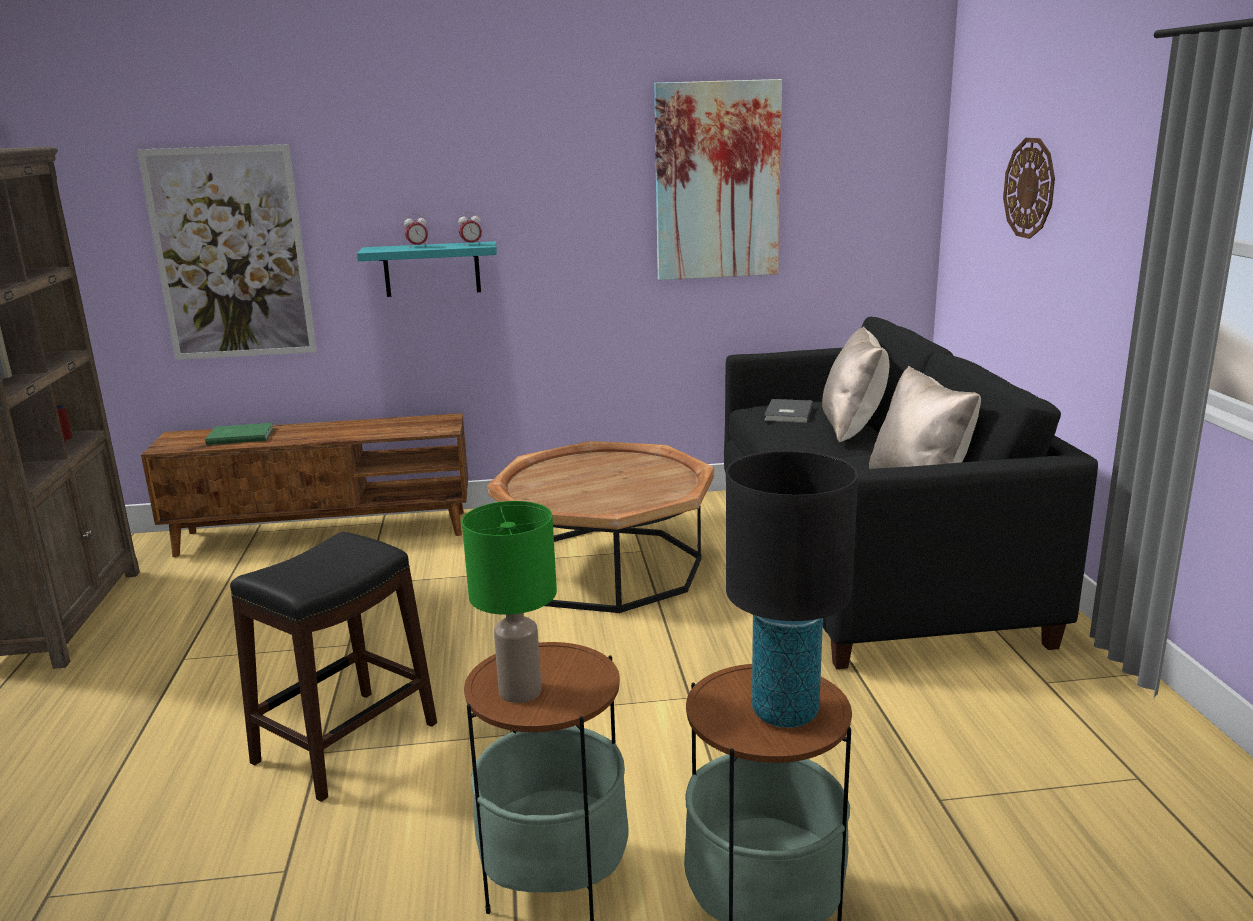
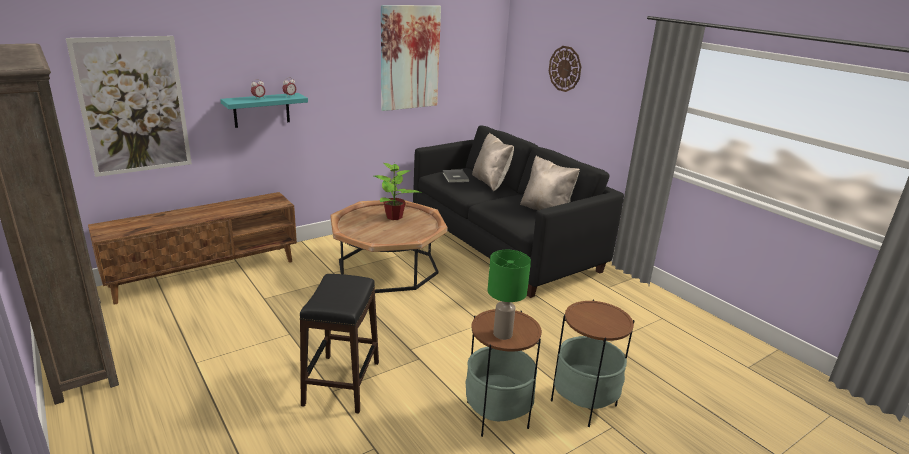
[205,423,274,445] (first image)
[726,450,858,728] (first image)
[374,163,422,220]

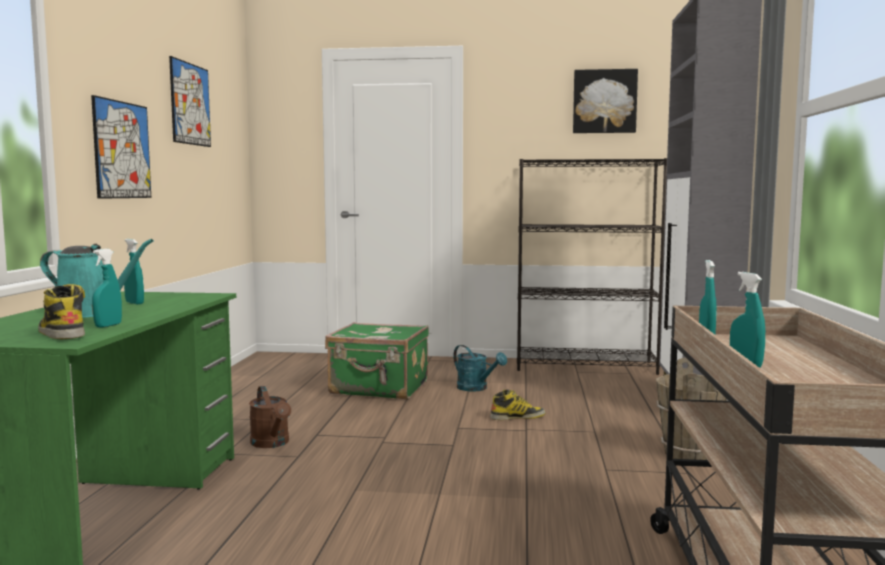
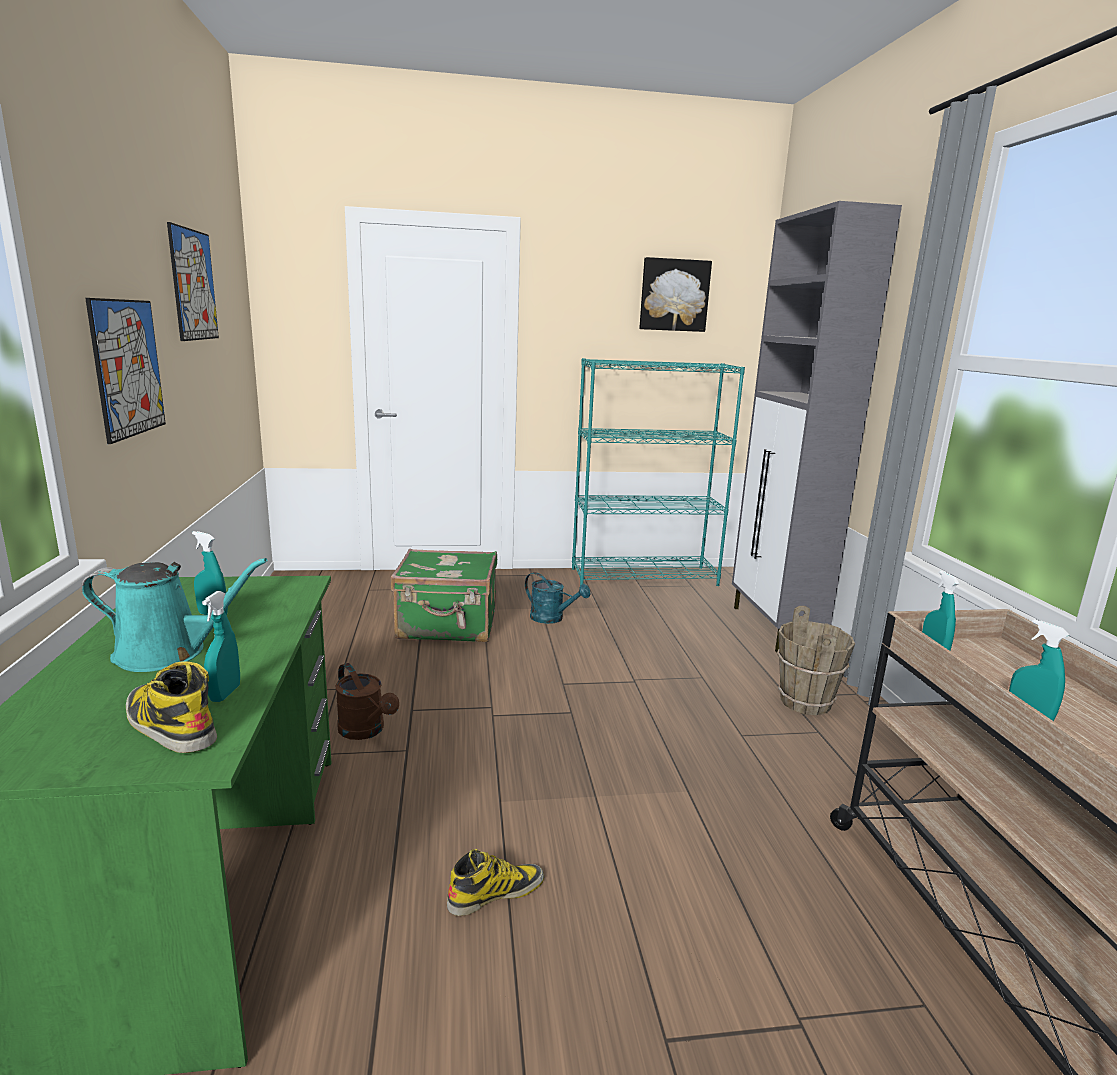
[572,358,745,586]
[447,849,544,916]

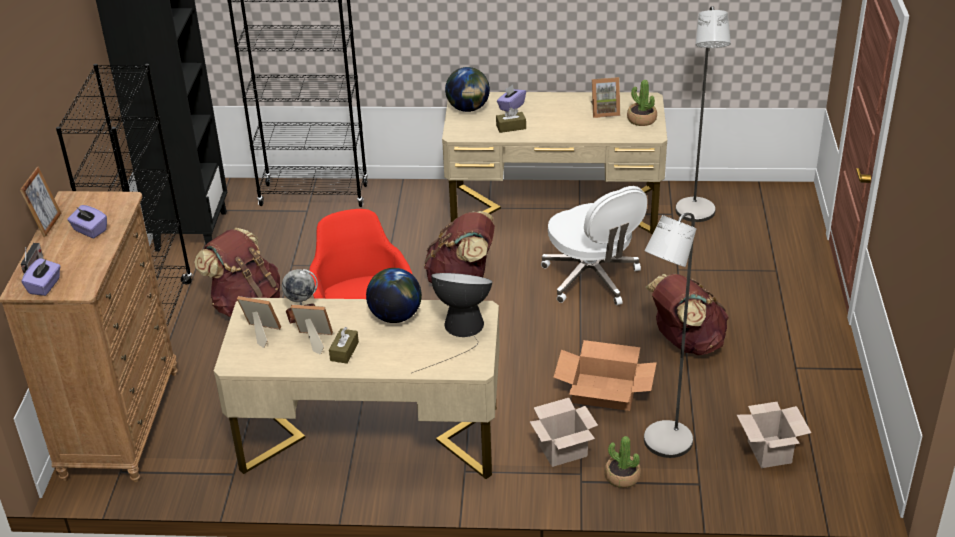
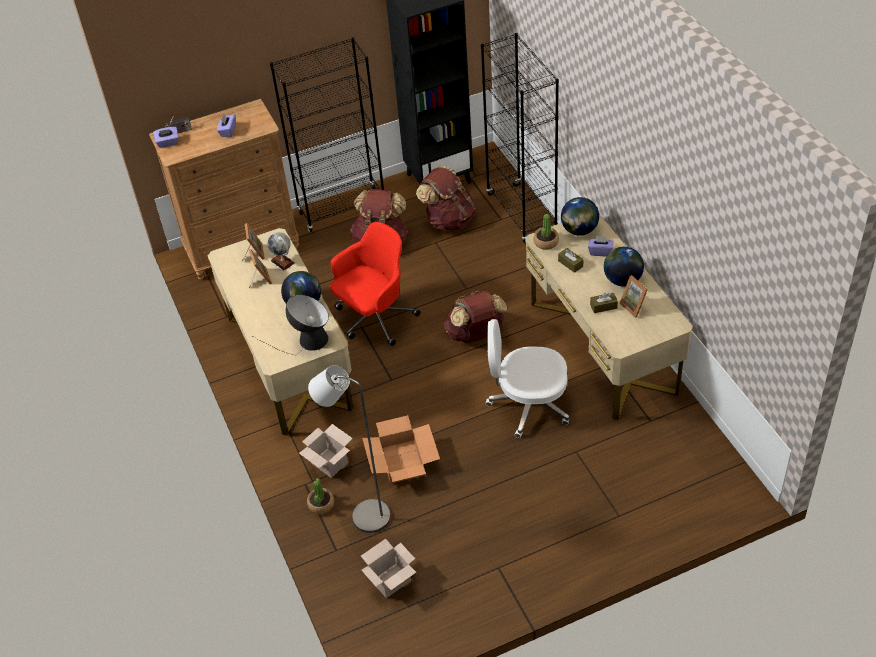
[676,6,731,222] (first image)
[533,214,559,250]
[20,167,61,237] (first image)
[486,319,569,438]
[416,166,476,231]
[590,293,618,313]
[604,247,644,286]

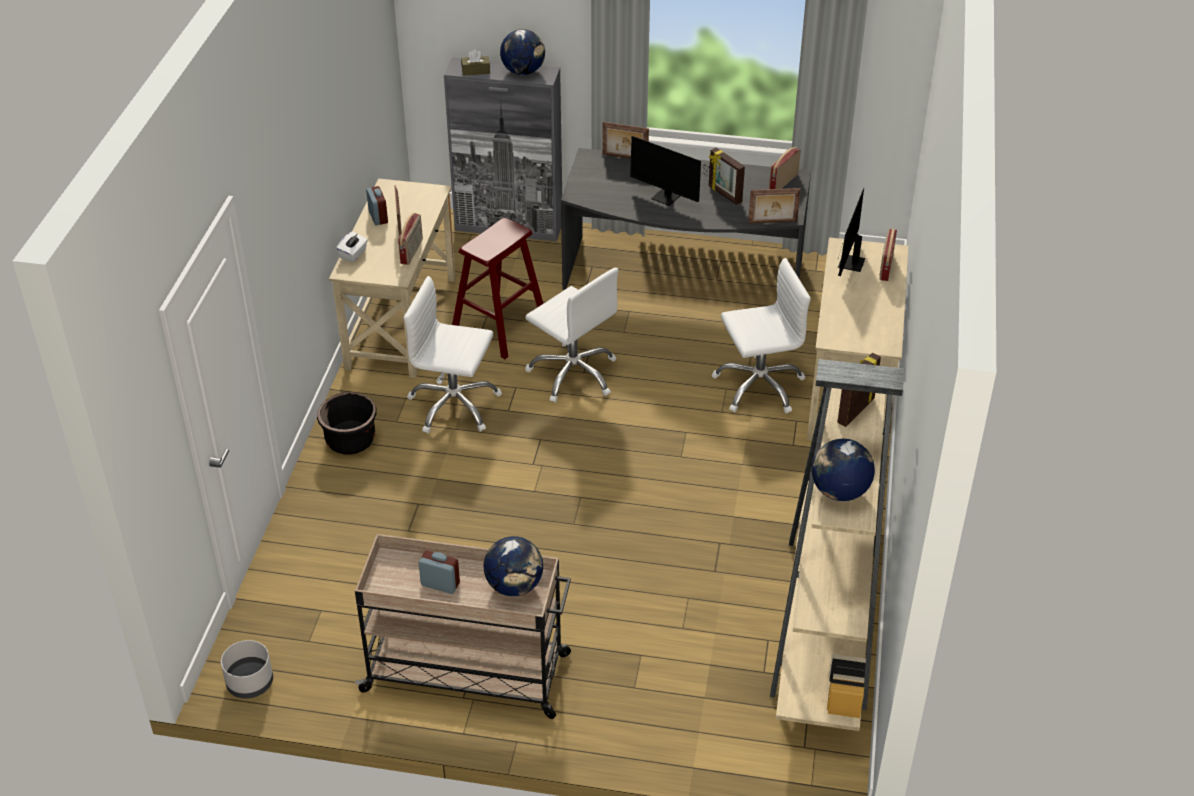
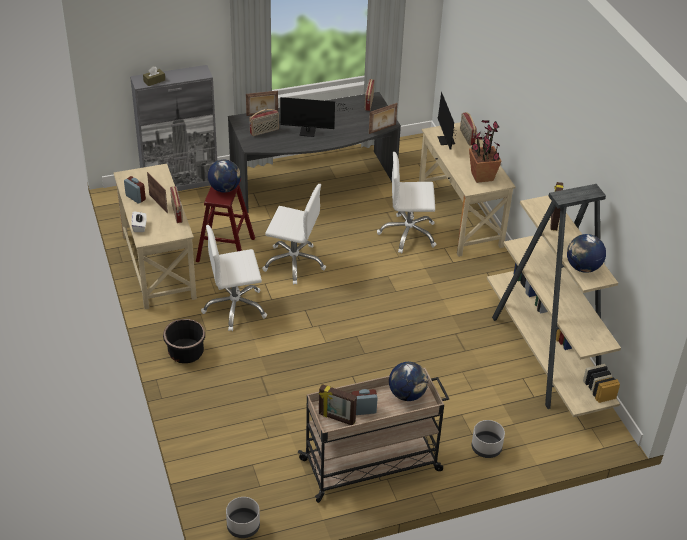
[208,160,241,192]
[319,384,357,425]
[377,152,437,253]
[249,109,279,136]
[469,120,502,183]
[472,420,505,458]

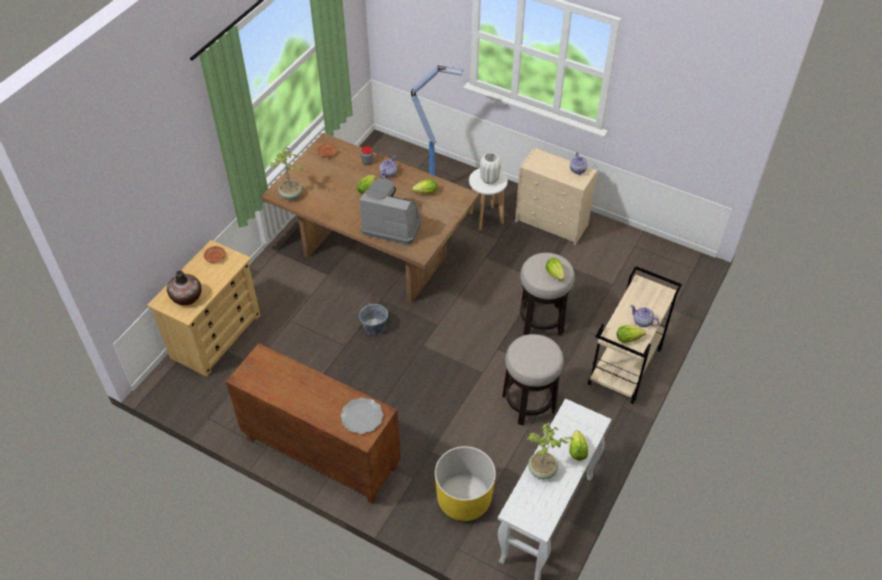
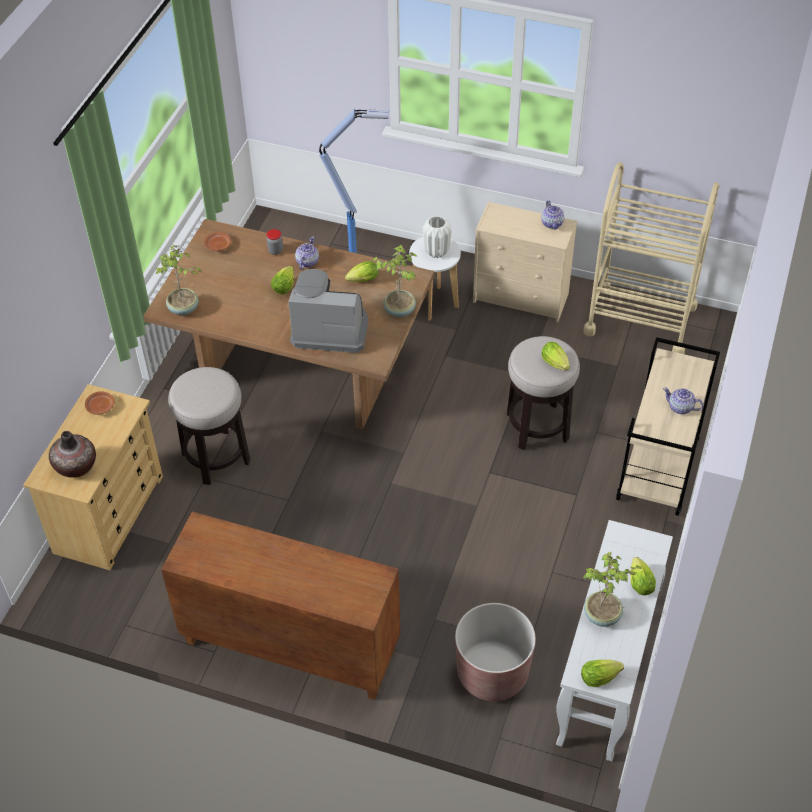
[359,304,388,335] (first image)
[581,660,624,687]
[168,367,250,485]
[340,397,383,434] (first image)
[455,603,536,701]
[583,162,719,354]
[373,245,417,317]

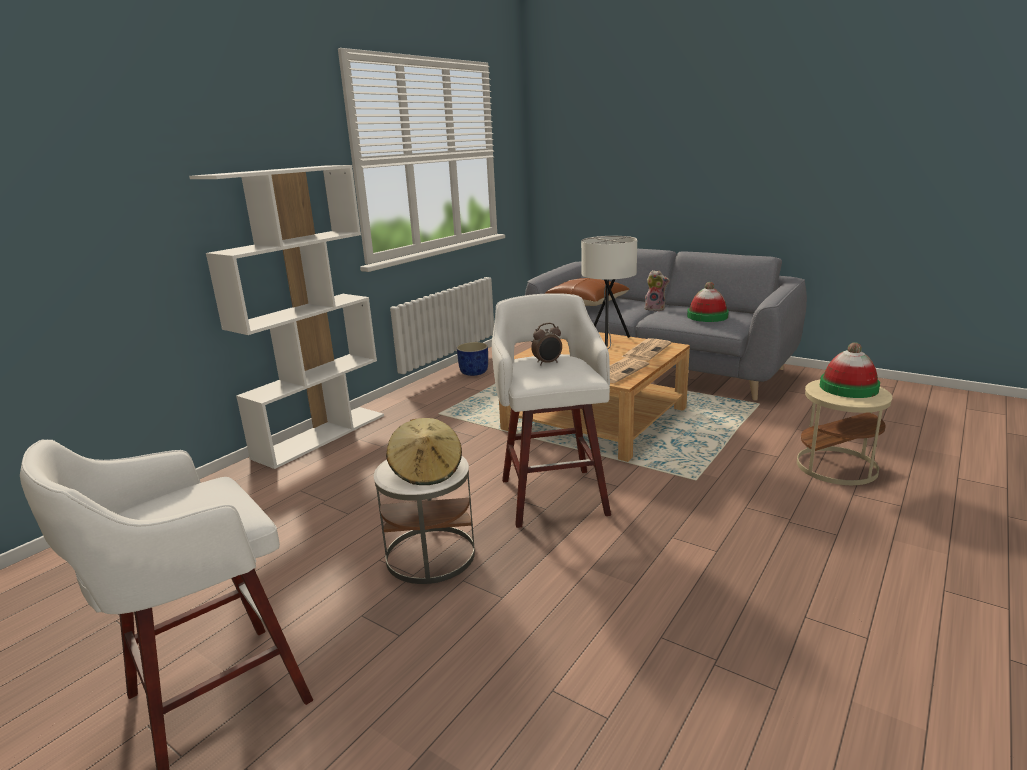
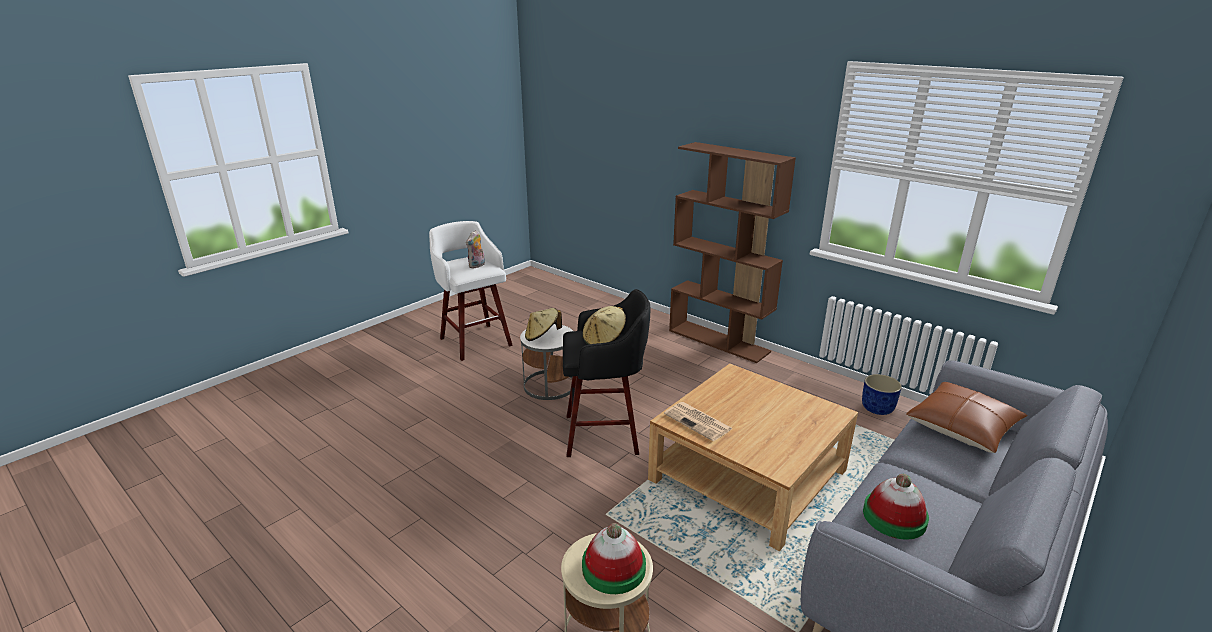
[669,142,796,363]
[581,236,637,349] (first image)
[466,230,485,269]
[563,289,650,457]
[582,306,626,345]
[621,338,671,361] (first image)

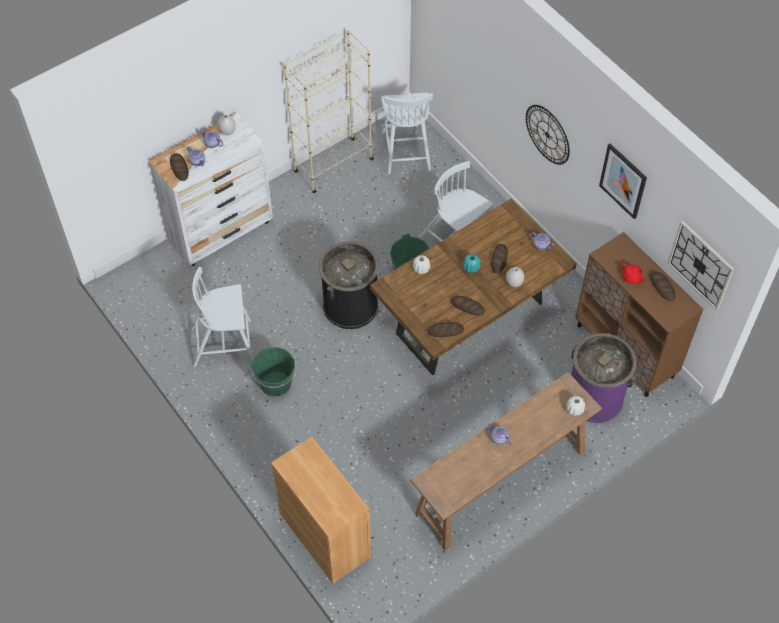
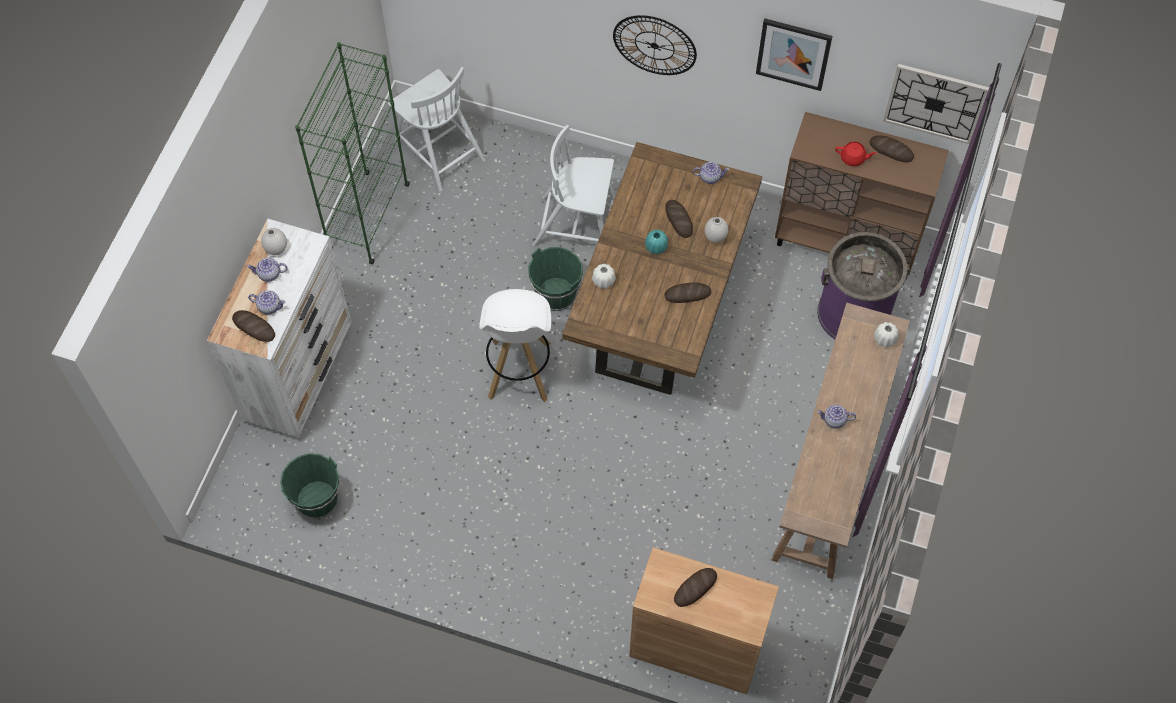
[295,42,410,264]
[479,289,551,402]
[191,267,254,367] (first image)
[674,568,717,607]
[280,453,340,519]

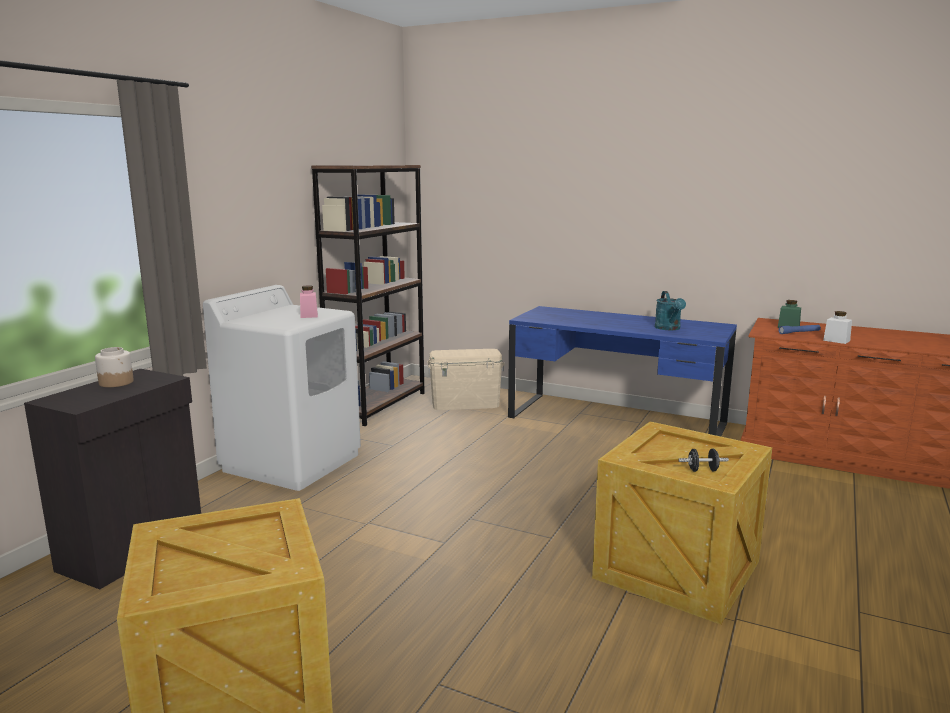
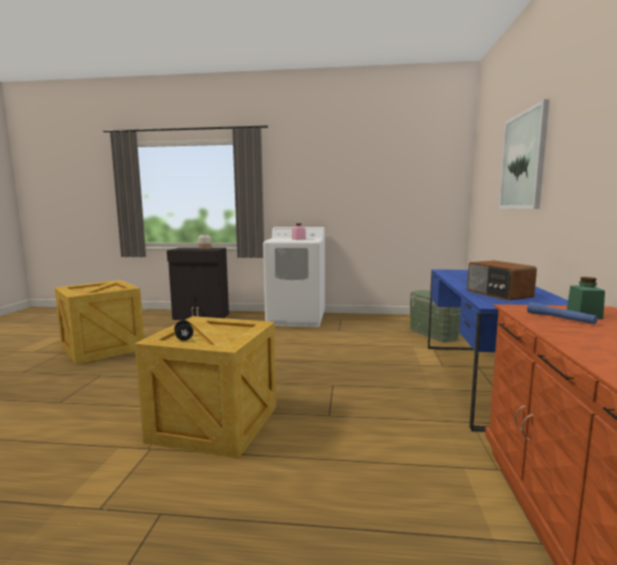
[311,165,425,426] (first image)
[467,261,537,301]
[823,311,852,344] (first image)
[410,290,461,343]
[499,99,550,209]

